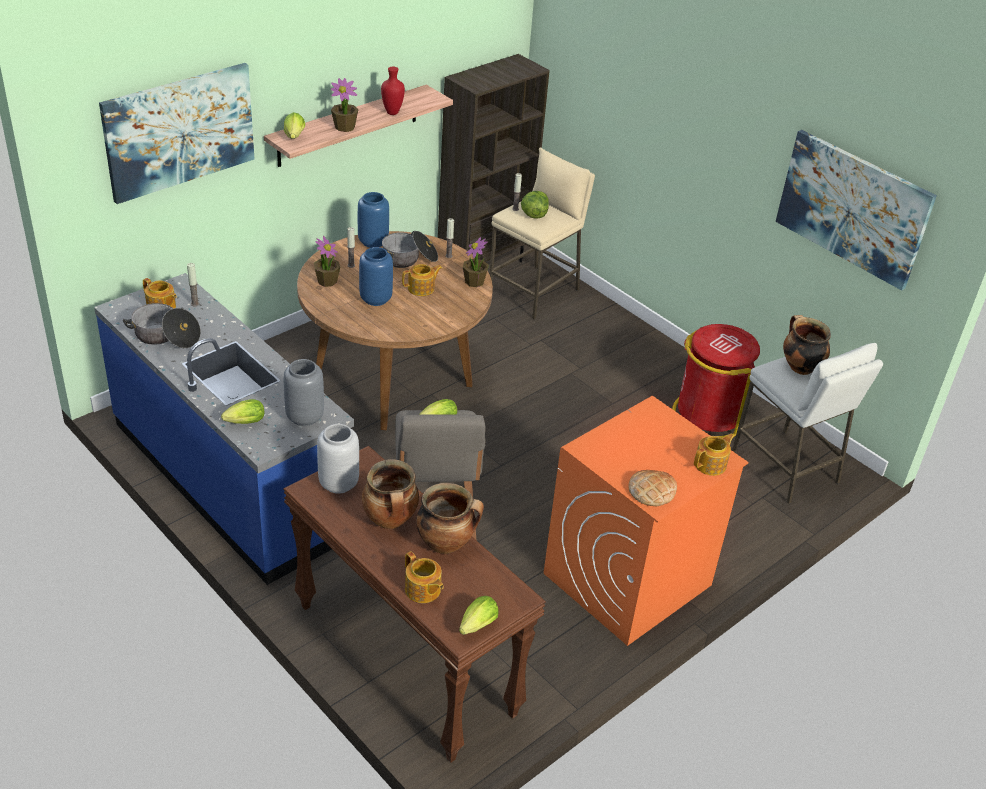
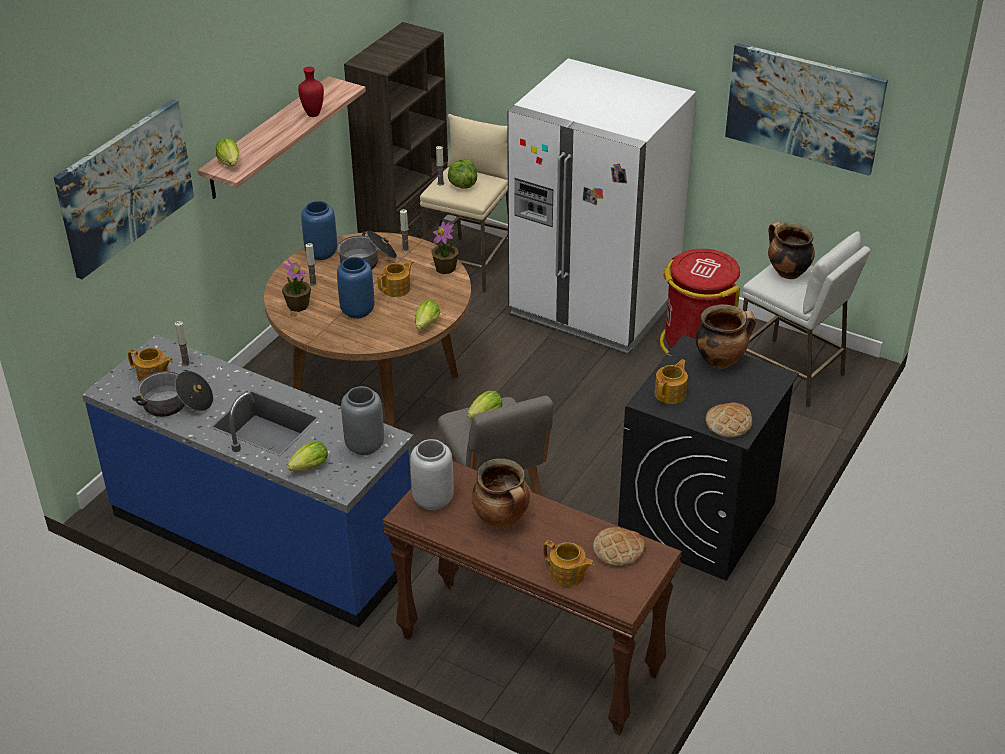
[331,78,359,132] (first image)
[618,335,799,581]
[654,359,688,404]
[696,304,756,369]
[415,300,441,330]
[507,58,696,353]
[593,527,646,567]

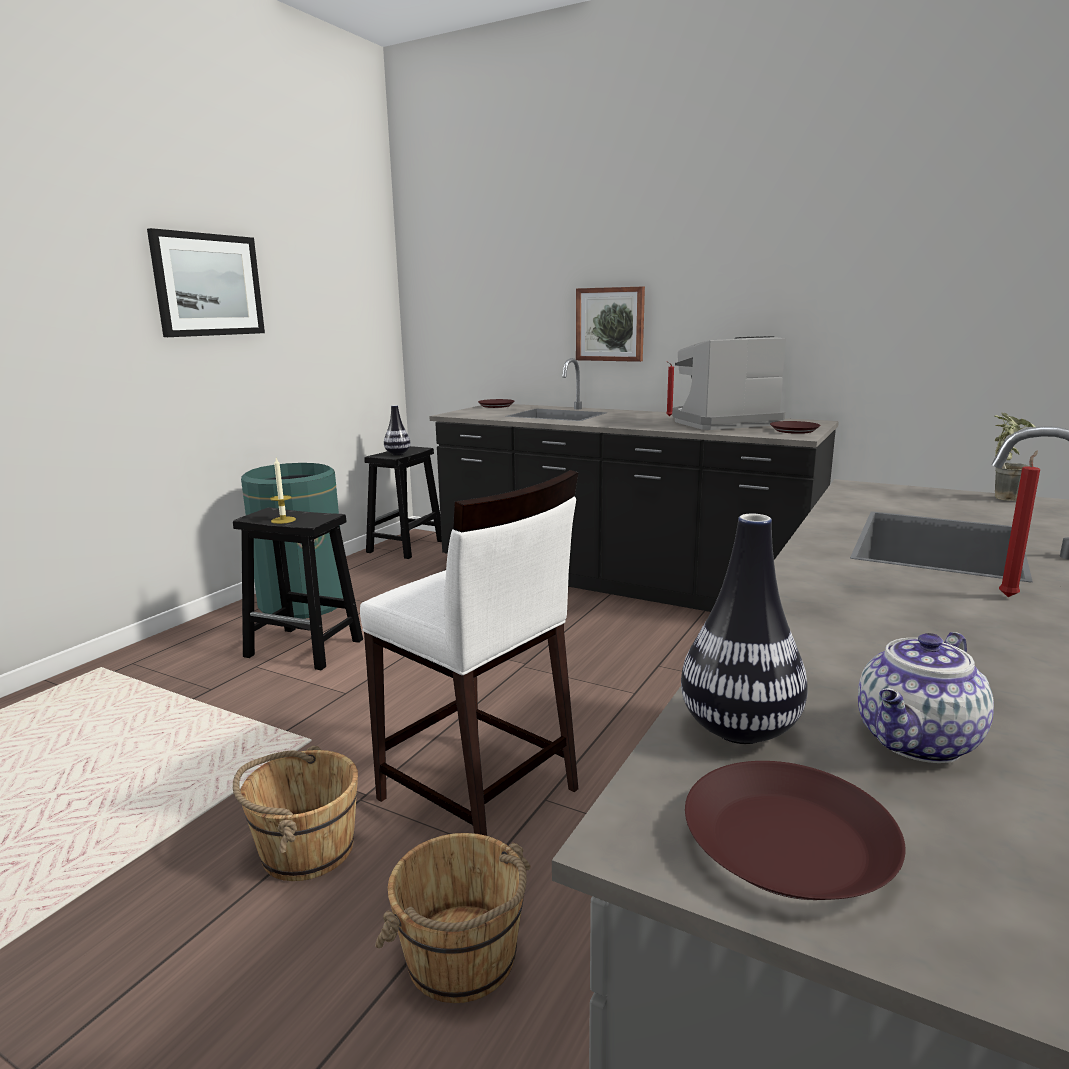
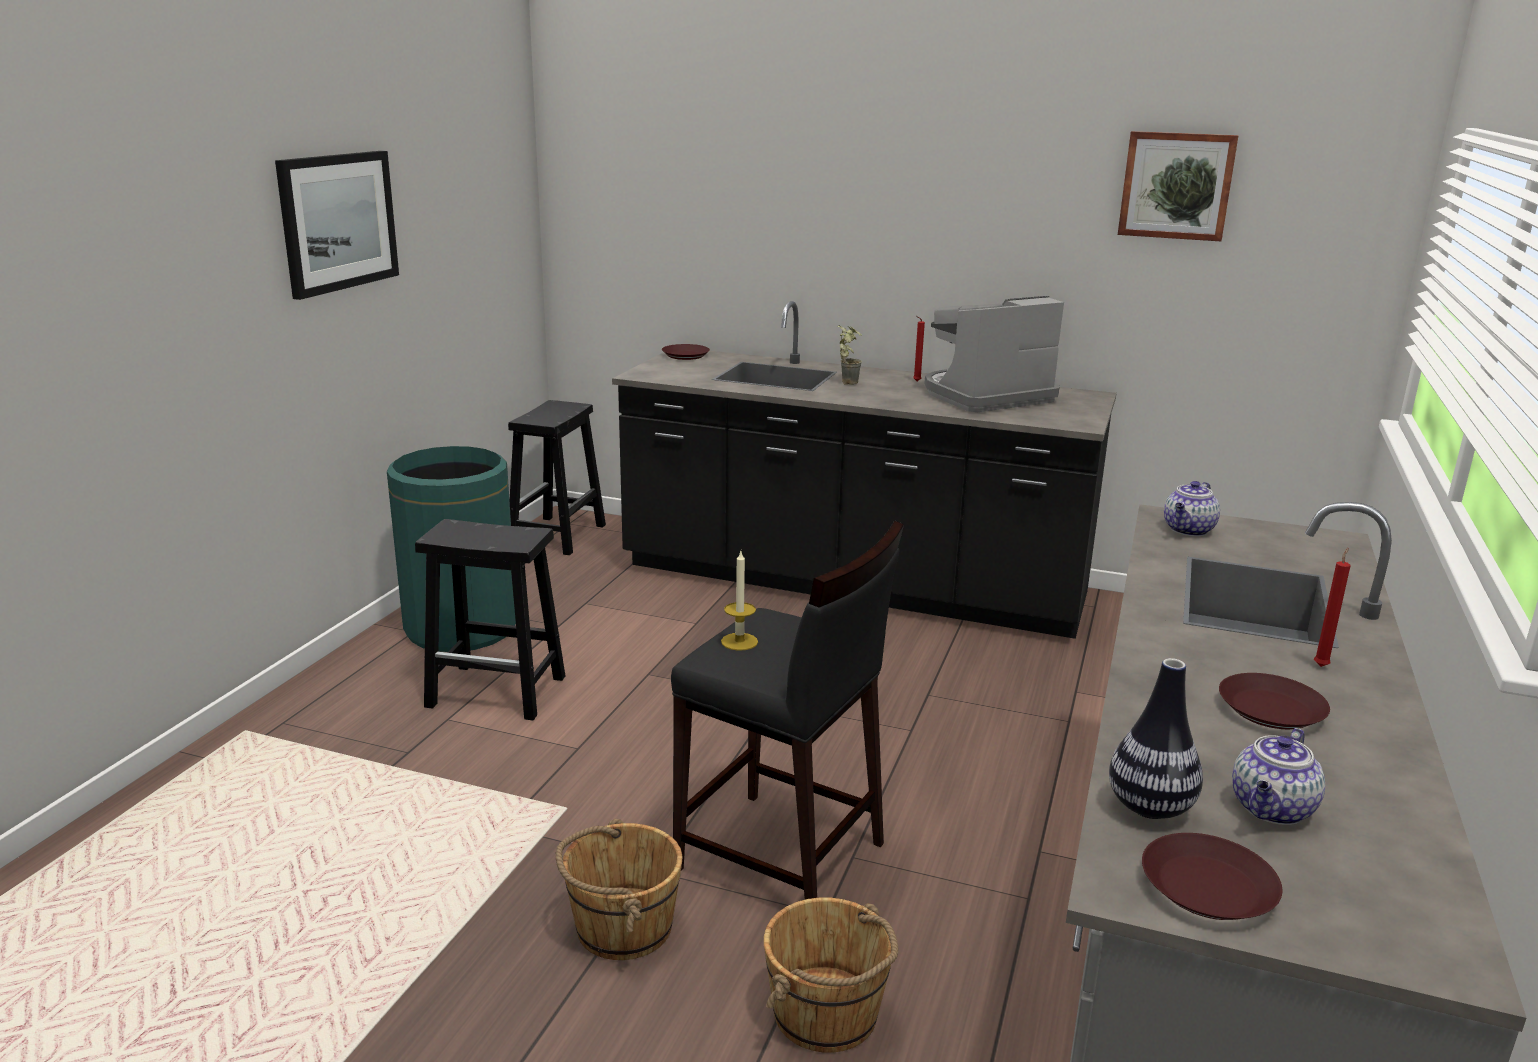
[1118,131,1238,242]
[384,405,410,455] (first image)
[838,325,862,385]
[1219,673,1330,729]
[721,551,758,651]
[671,520,904,899]
[1164,481,1220,536]

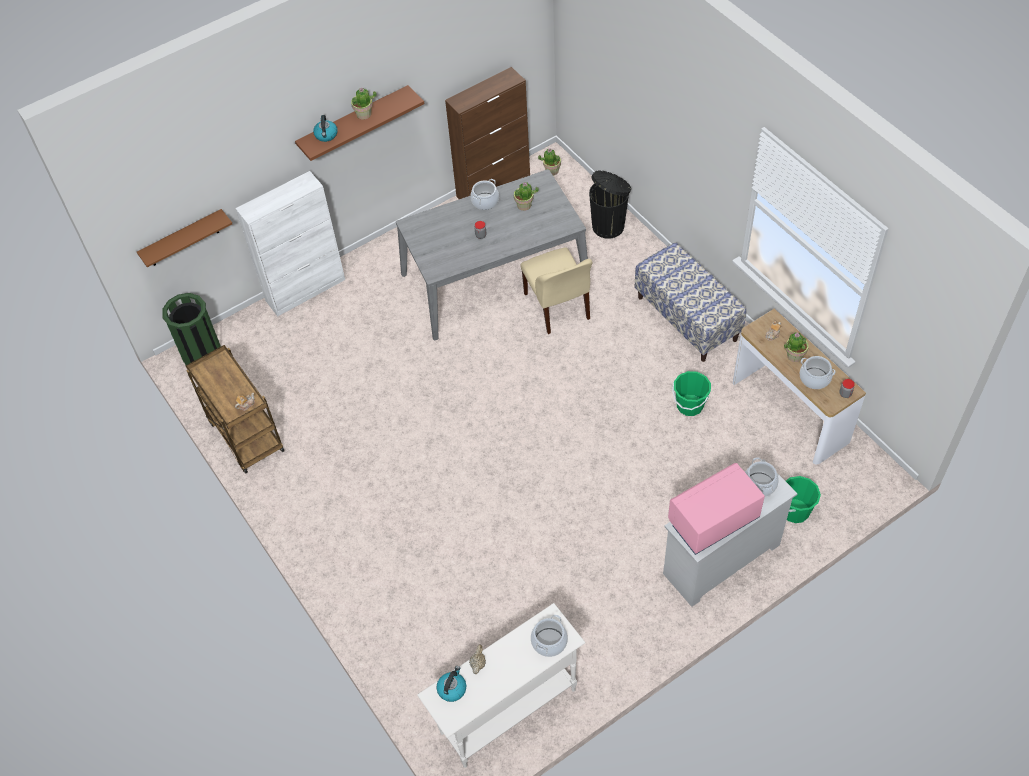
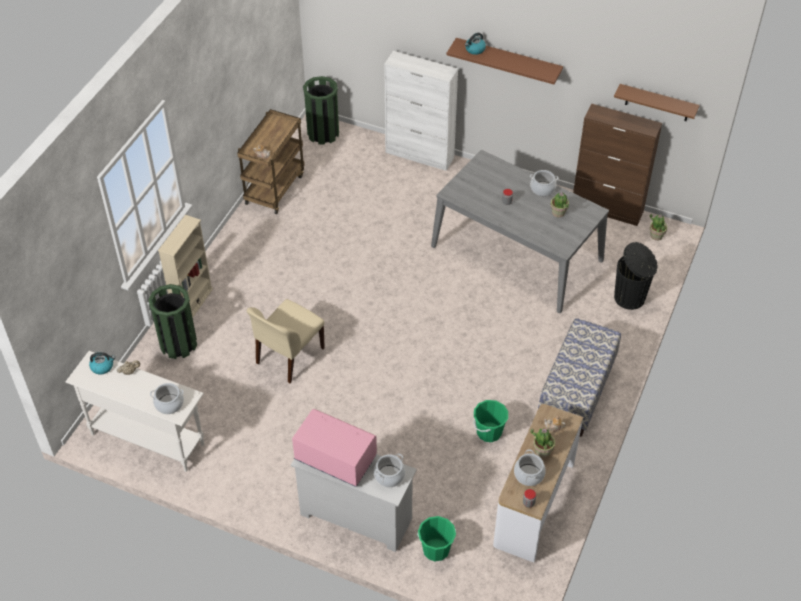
[351,88,376,119] (first image)
[614,84,700,121]
[247,299,325,383]
[158,215,213,318]
[148,284,197,359]

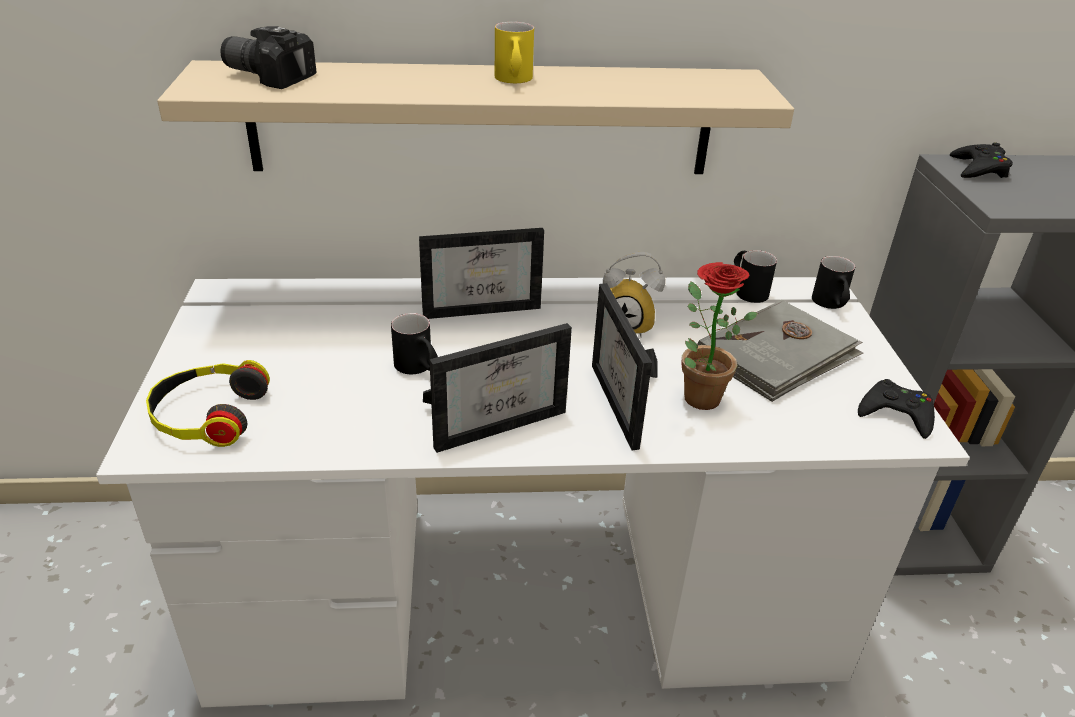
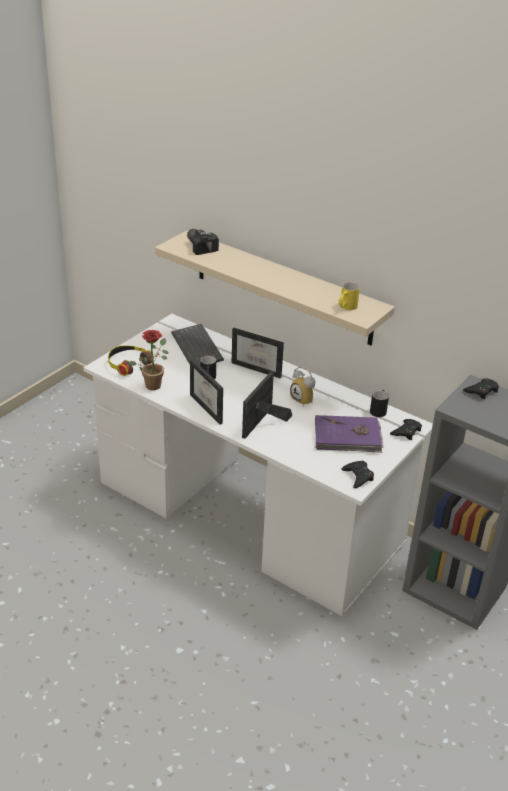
[338,282,360,310]
[390,419,422,440]
[128,330,169,390]
[315,415,384,453]
[190,359,223,425]
[171,324,224,365]

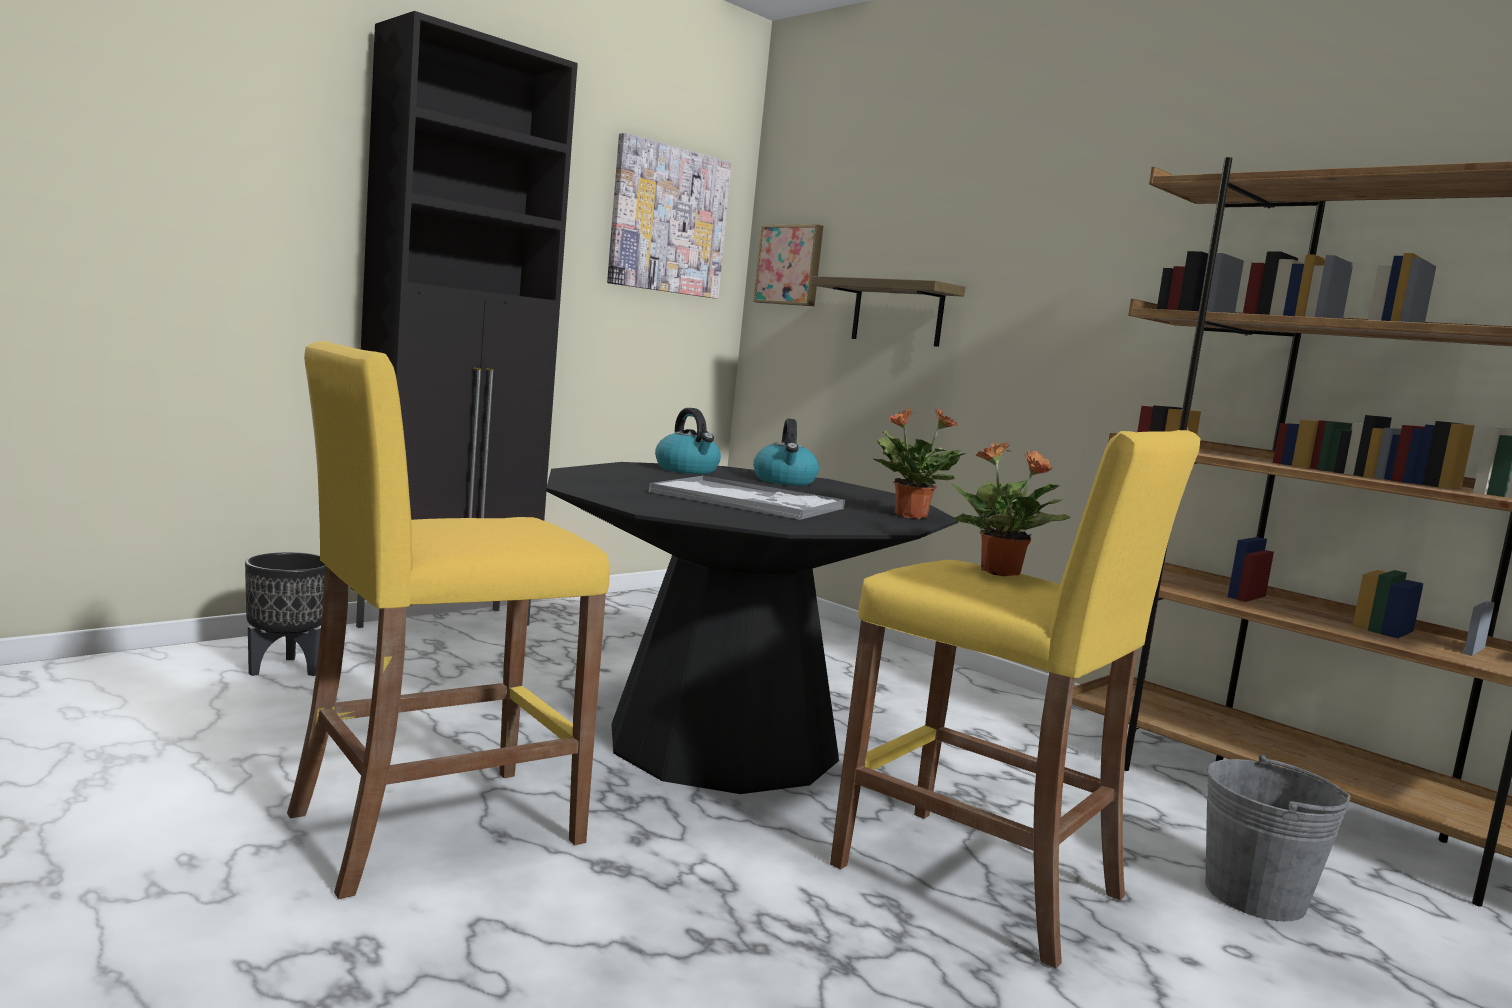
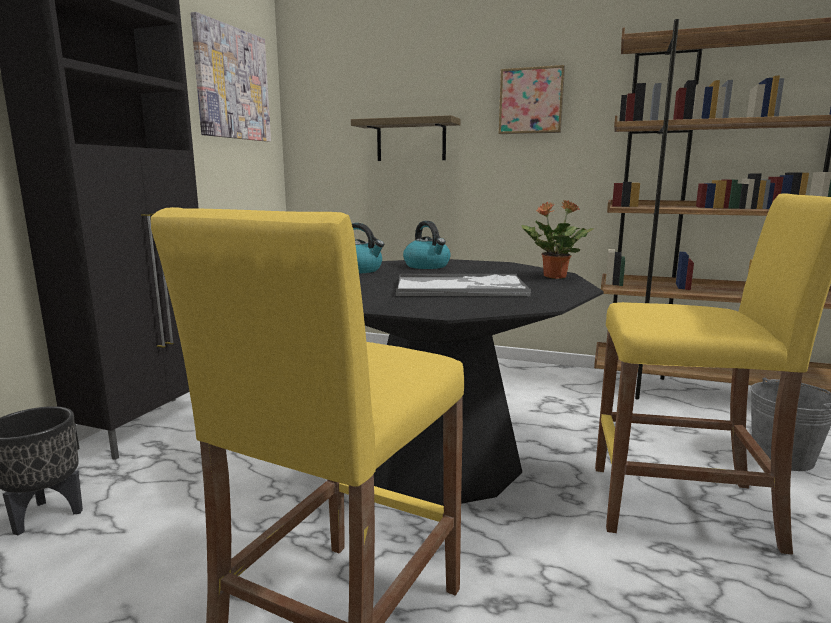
[499,65,565,134]
[952,442,1071,576] (first image)

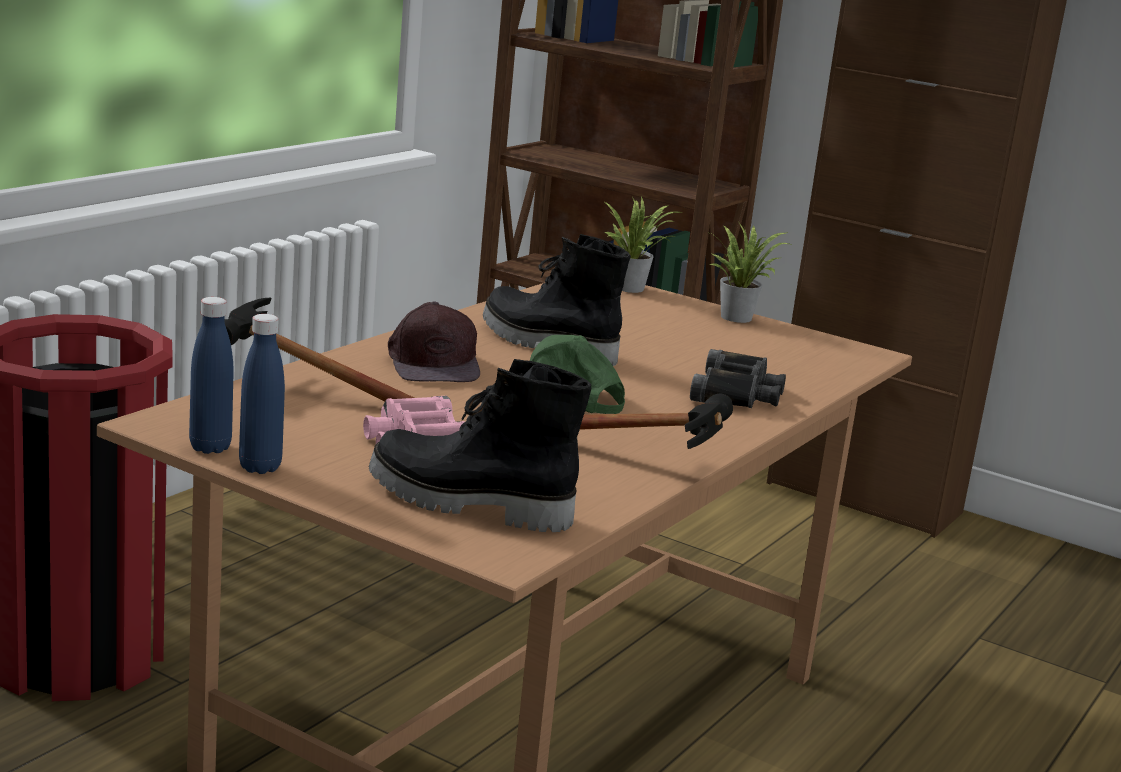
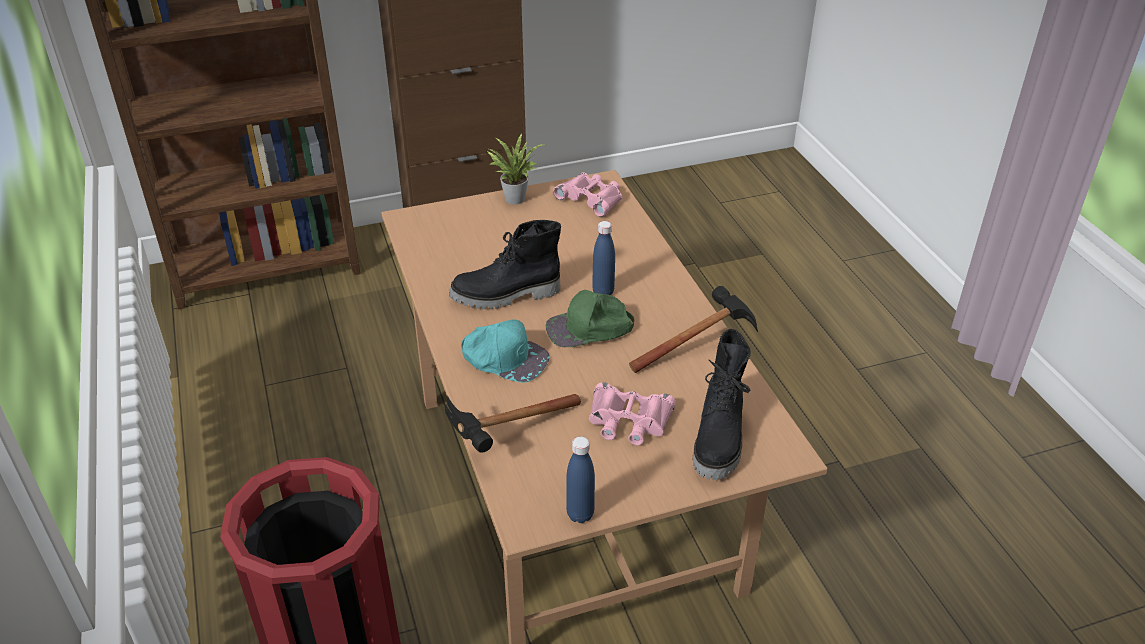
[603,196,682,293] (first image)
[461,320,550,383]
[592,221,615,295]
[690,349,786,408] (first image)
[693,329,751,480]
[553,172,622,217]

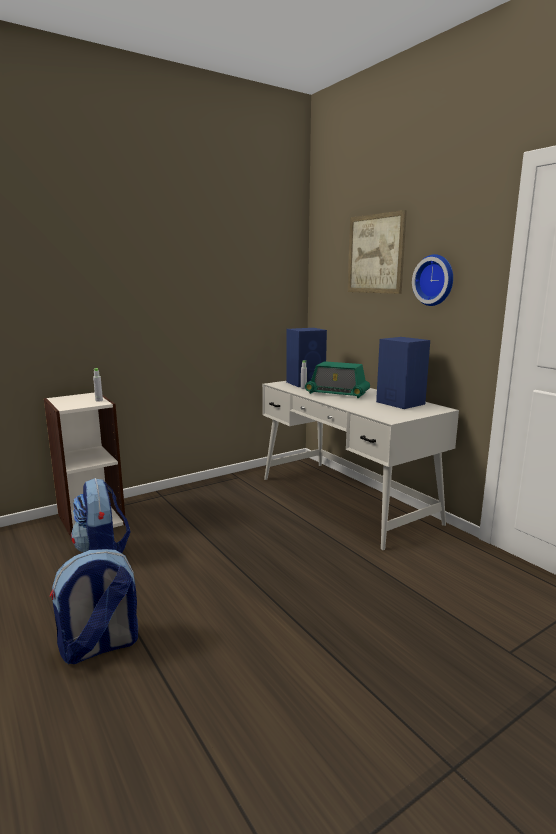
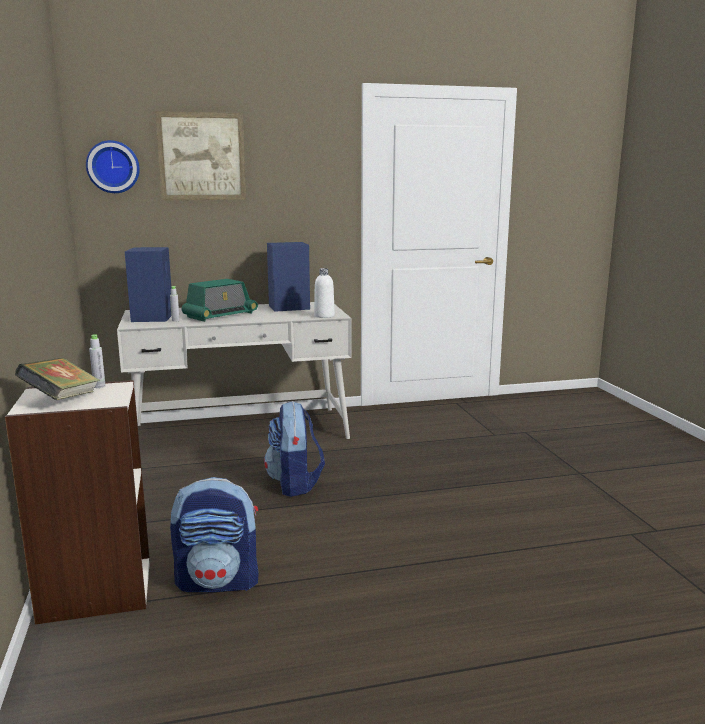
[86,140,140,193]
[264,401,325,497]
[314,268,335,318]
[15,358,100,400]

